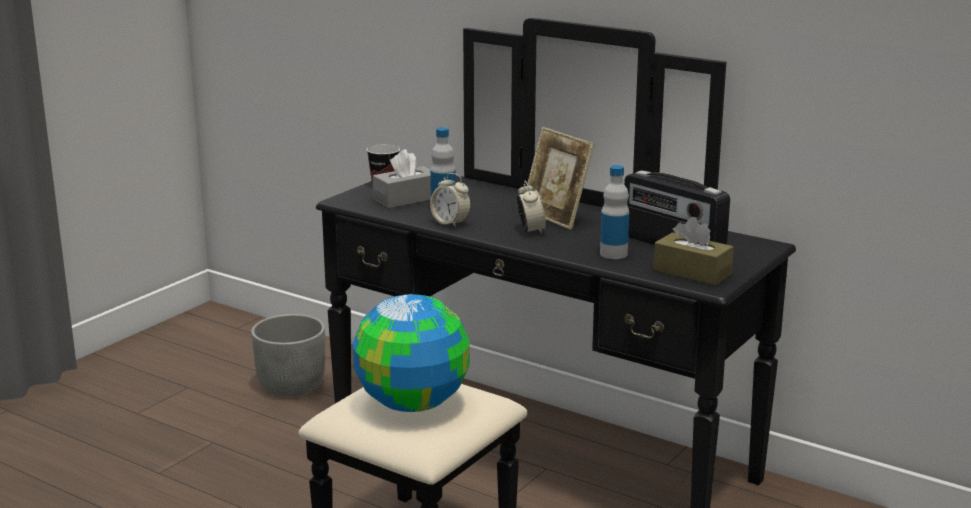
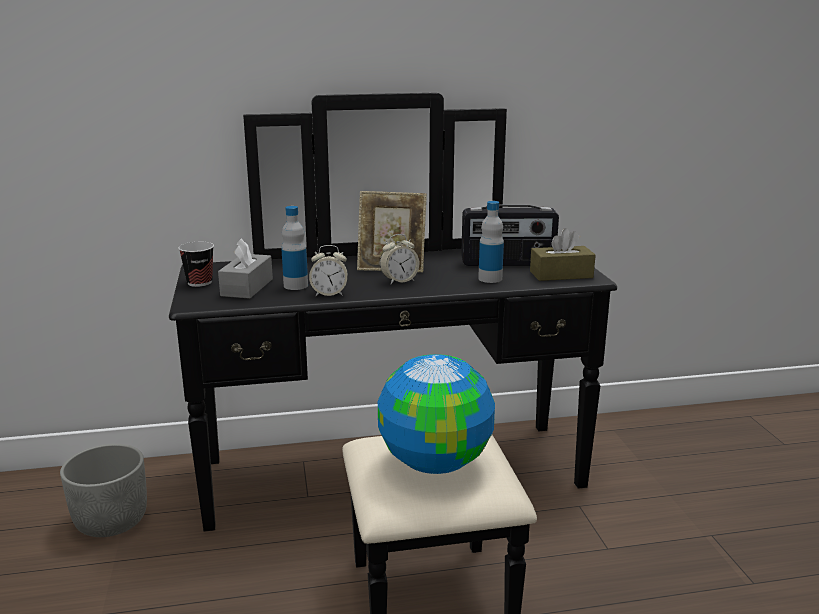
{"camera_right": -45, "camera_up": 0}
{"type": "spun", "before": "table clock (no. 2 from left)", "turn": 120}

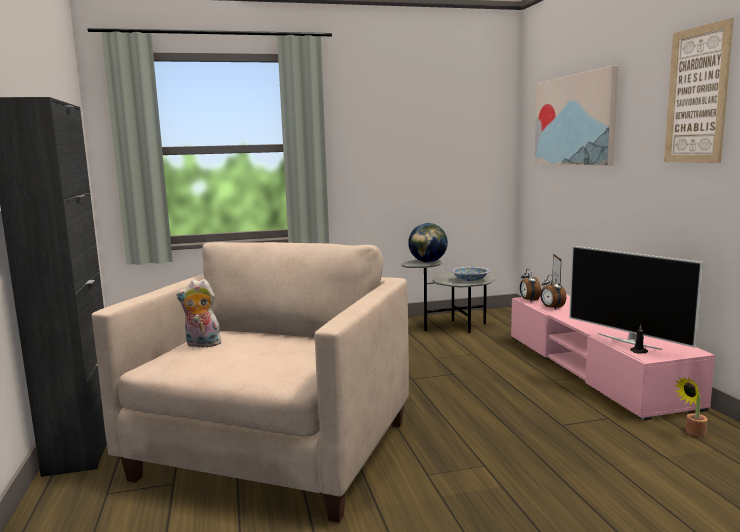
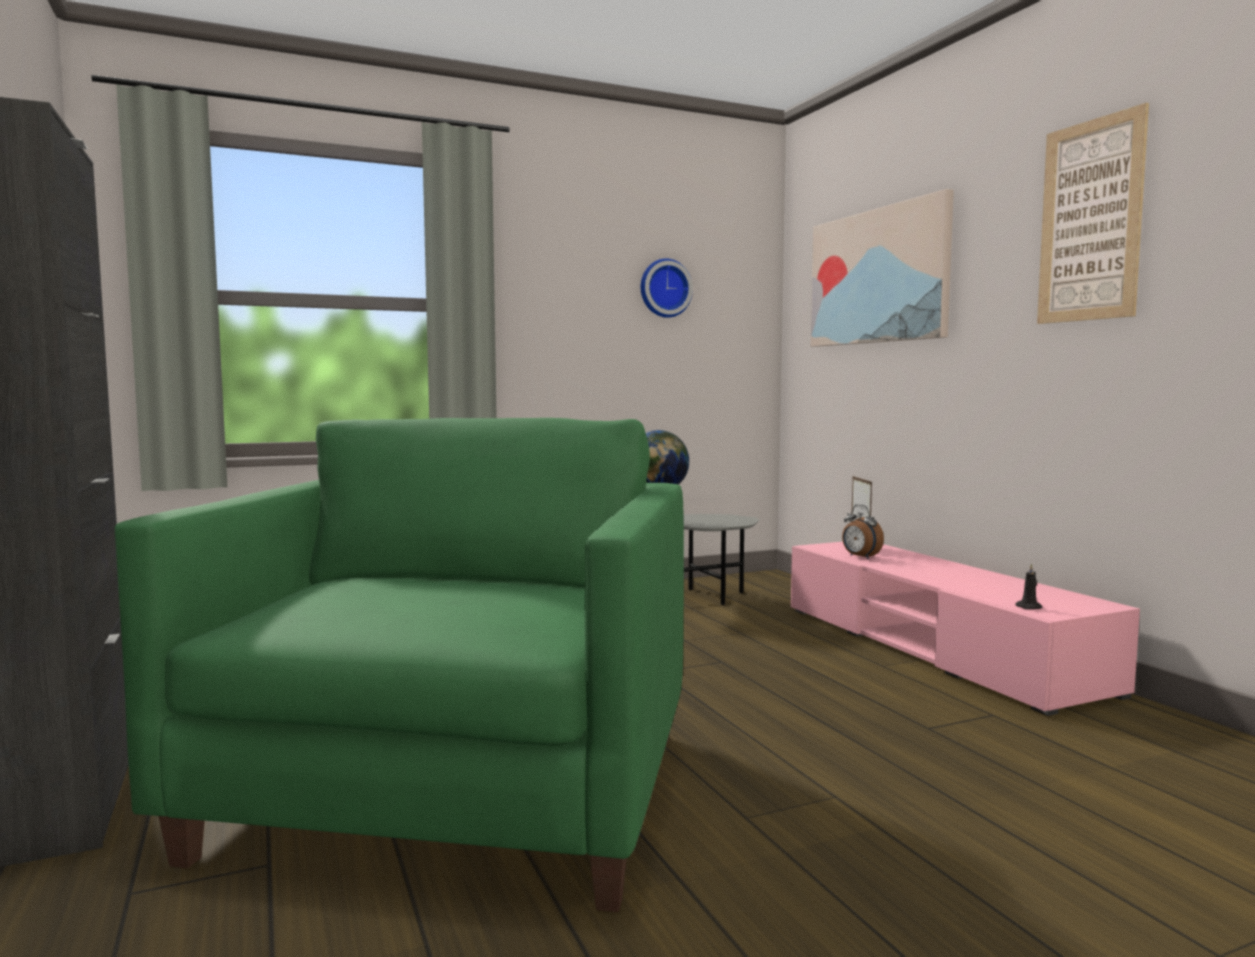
{"camera_right": -10, "camera_up": -5}
{"type": "colour", "before": "beige-coloured lounge chair", "after": "green lounge chair"}
{"type": "appeared", "after": "clock on the wall"}
{"type": "missing", "before": "soft toy"}
{"type": "missing", "before": "bowl"}
{"type": "missing", "before": "table clock (no. 1 from left)"}
{"type": "missing", "before": "television"}
{"type": "missing", "before": "plant in a pot"}

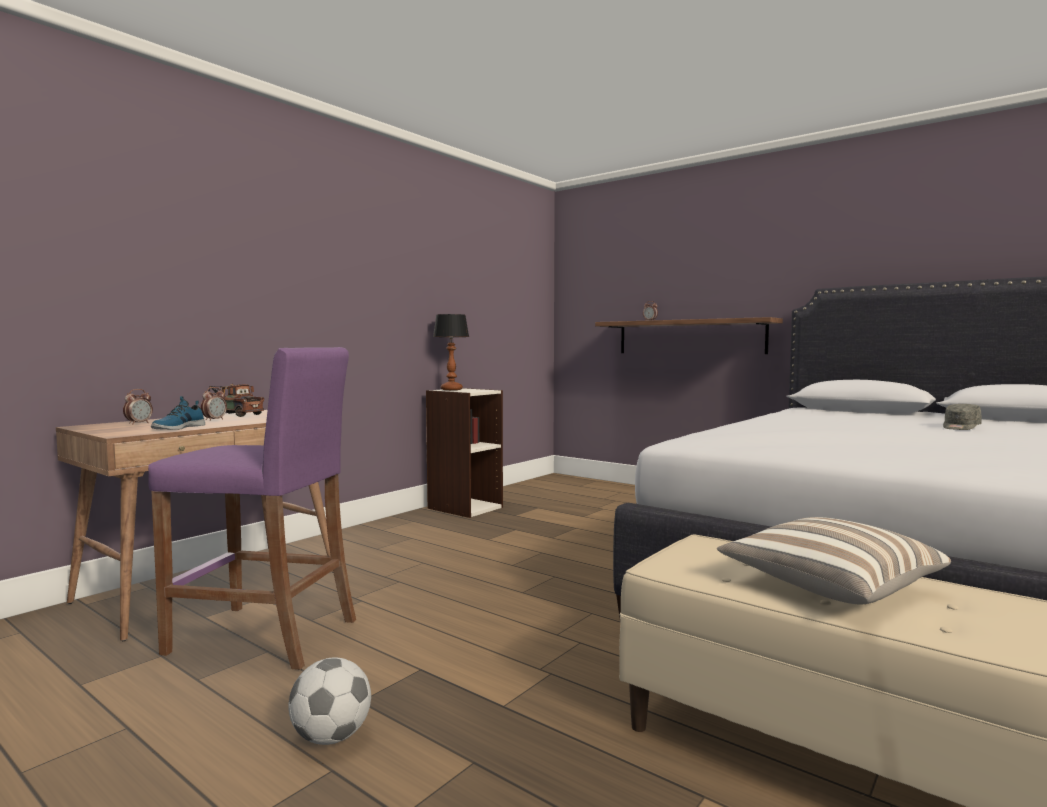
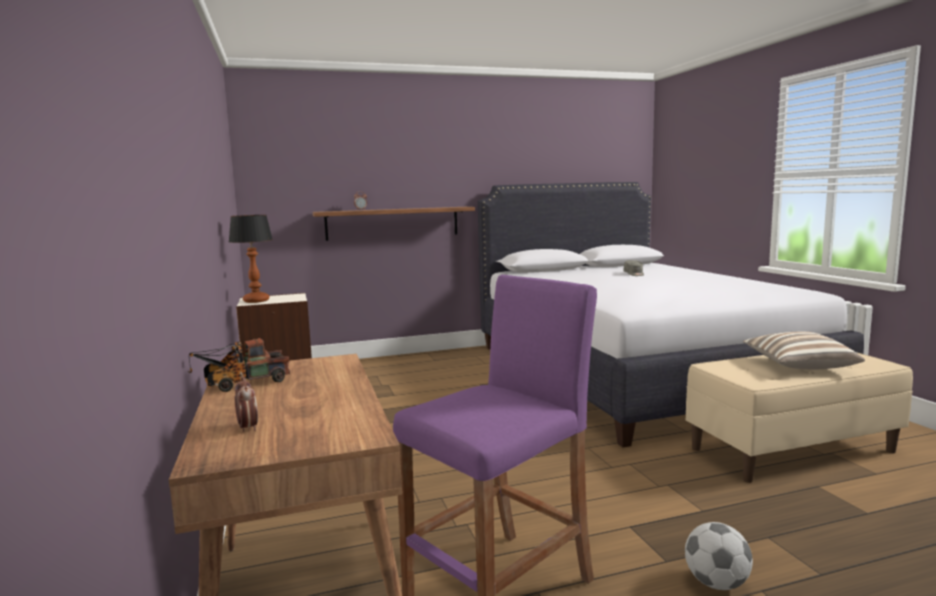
{"camera_right": -55, "camera_up": 5}
{"type": "missing", "before": "low shoe"}
{"type": "missing", "before": "table clock (no. 2 from left)"}

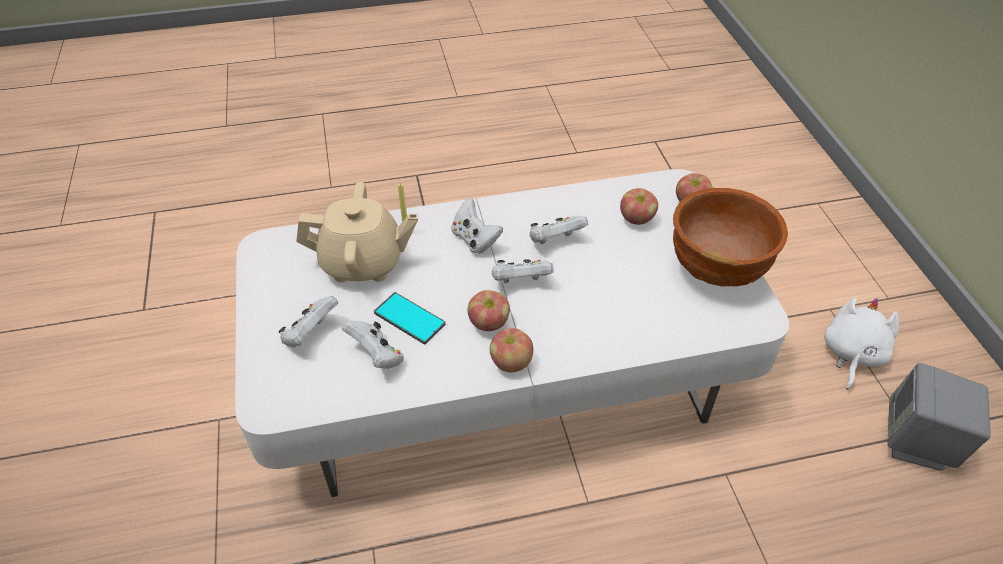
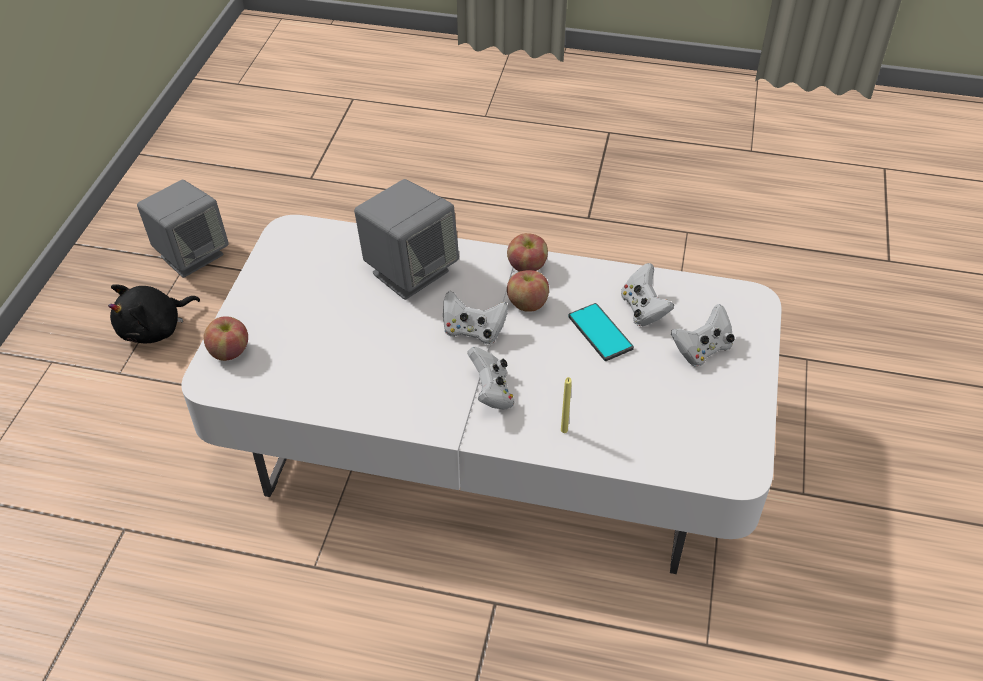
{"camera_right": -155, "camera_up": 0}
{"type": "colour", "before": "whitish soft toy", "after": "black-coloured soft toy"}
{"type": "appeared", "after": "grey loudspeaker (no. 2 from left)"}
{"type": "missing", "before": "beige-coloured tea pot"}
{"type": "missing", "before": "whitish game controller (no. 5 from left)"}
{"type": "missing", "before": "whole apple (no. 3 from left)"}
{"type": "missing", "before": "brown bowl"}

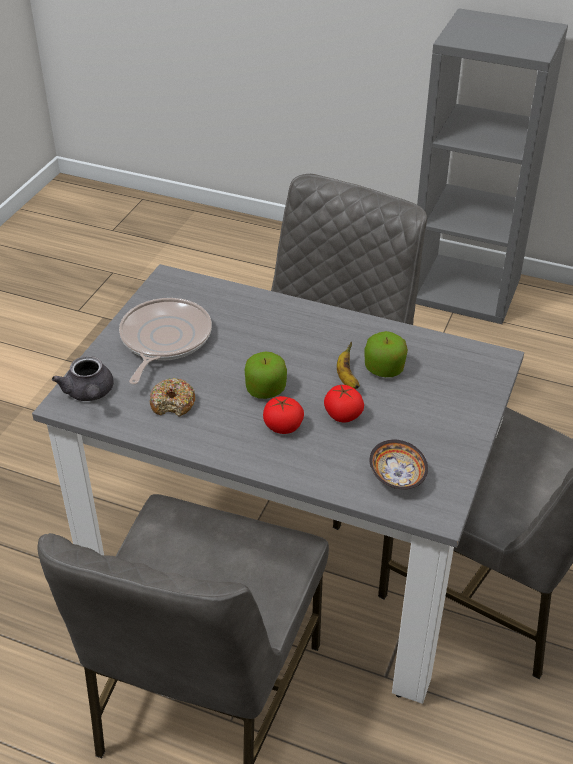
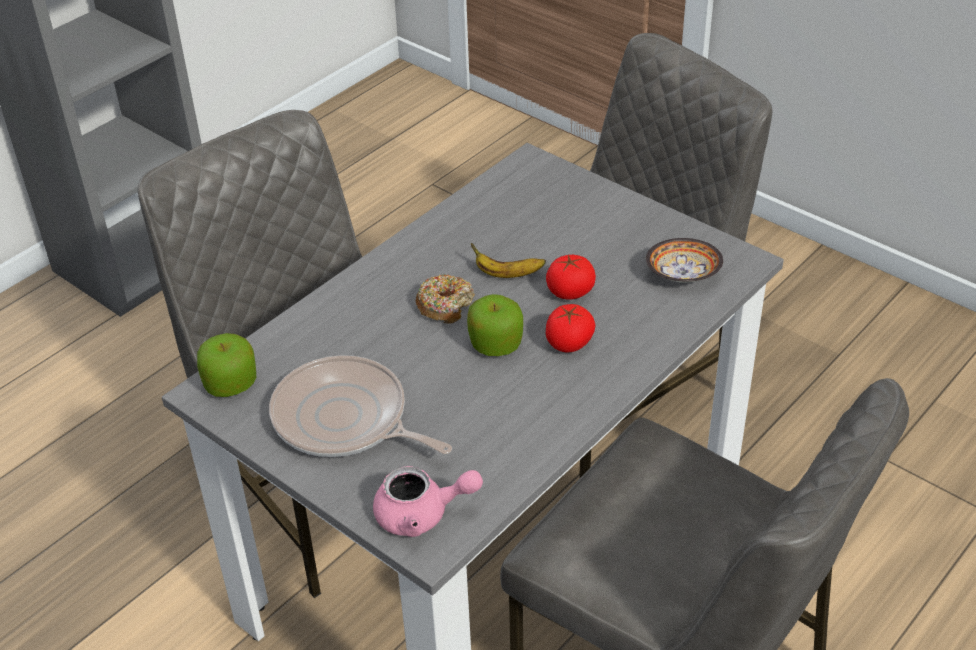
{"camera_right": -70, "camera_up": 0}
{"type": "relocated", "before": "whole apple (no. 2 from left in the first image)", "after": "whole apple (no. 1 from left)"}
{"type": "colour", "before": "grey tea pot", "after": "pink tea pot"}
{"type": "relocated", "before": "ring doughnut"}

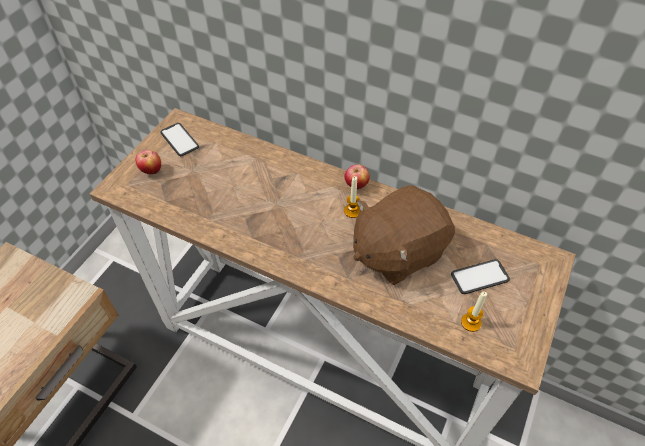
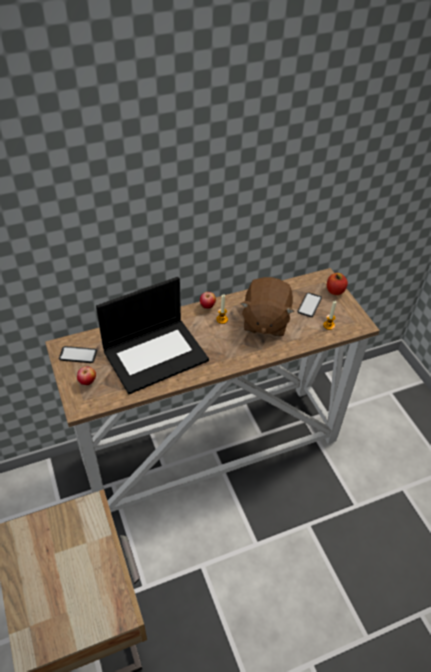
{"camera_right": -50, "camera_up": -5}
{"type": "appeared", "after": "portable computer"}
{"type": "appeared", "after": "whole apple (no. 3 from left)"}

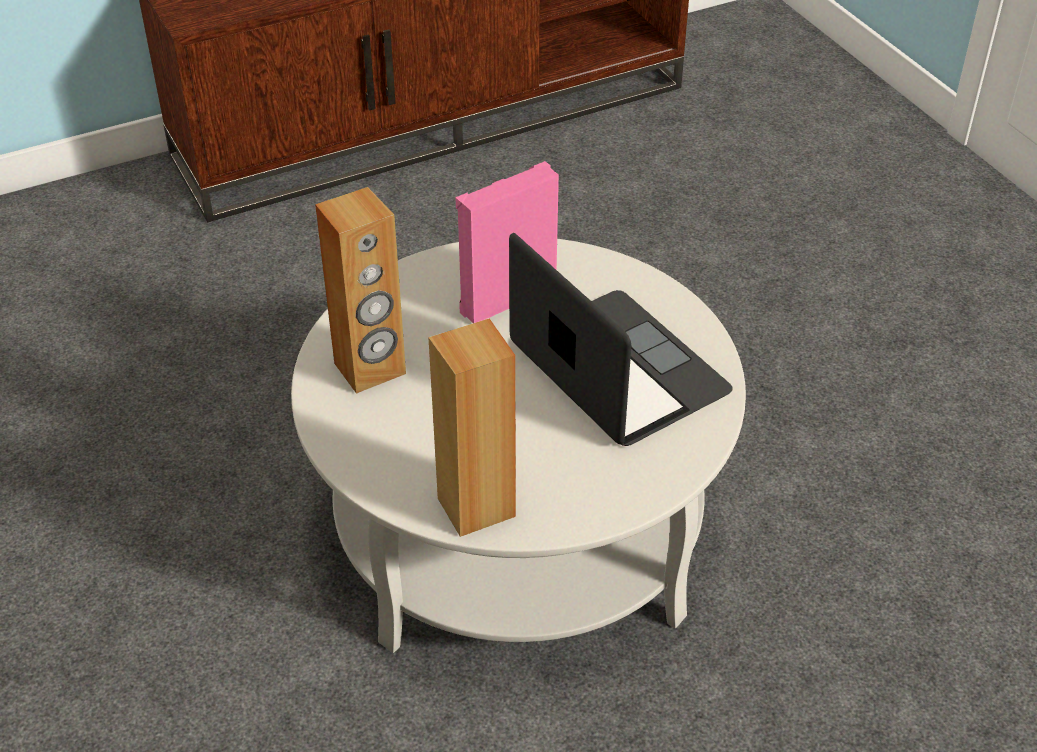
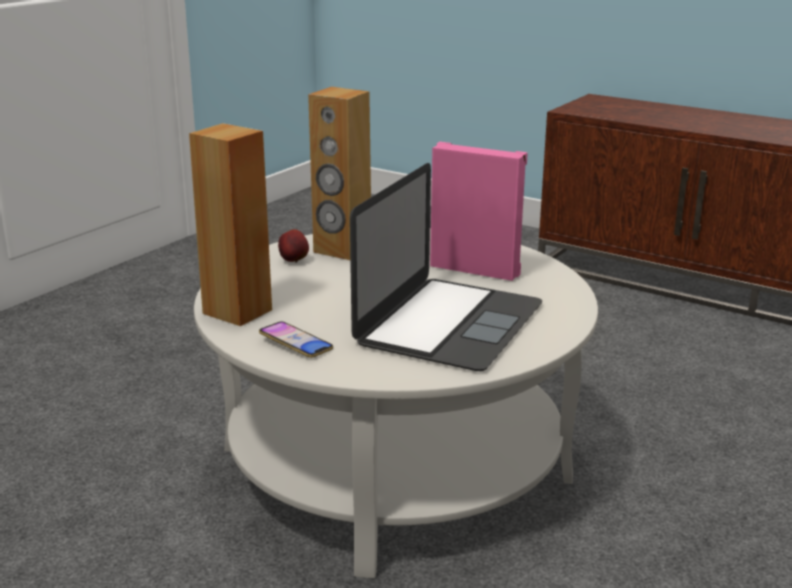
{"camera_right": 60, "camera_up": -20}
{"type": "appeared", "after": "telephone"}
{"type": "appeared", "after": "whole apple"}

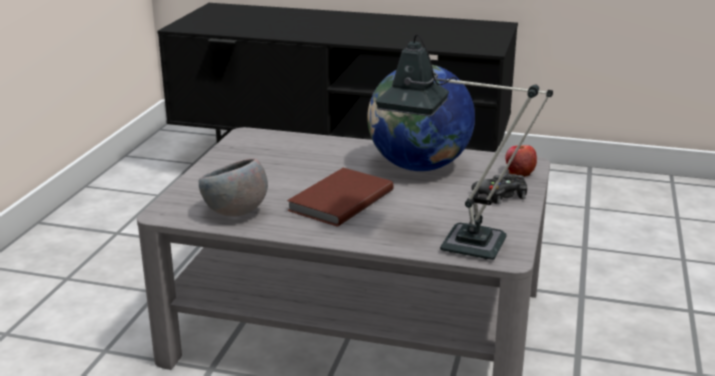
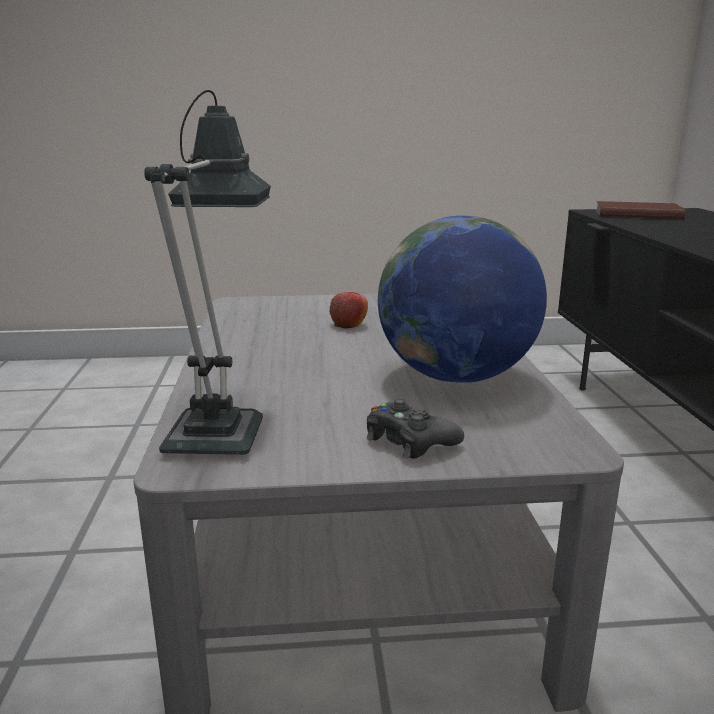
{"camera_right": 70, "camera_up": -5}
{"type": "relocated", "before": "whole apple"}
{"type": "relocated", "before": "brown bound book"}
{"type": "missing", "before": "grey bowl"}

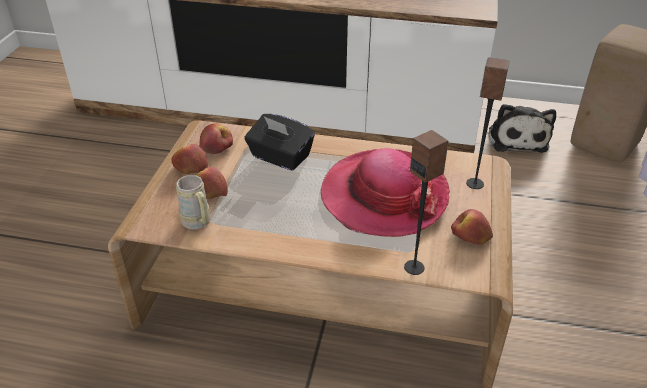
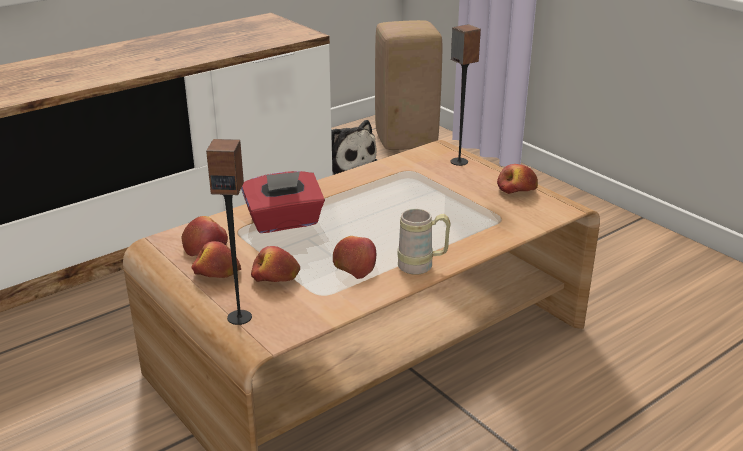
{"camera_right": -50, "camera_up": -10}
{"type": "relocated", "before": "loudspeaker (no. 1 from left)"}
{"type": "colour", "before": "black-coloured box of tissues", "after": "red box of tissues"}
{"type": "appeared", "after": "whole apple (no. 4 from left)"}
{"type": "relocated", "before": "beige-coloured tea mug"}
{"type": "missing", "before": "clothing hat"}

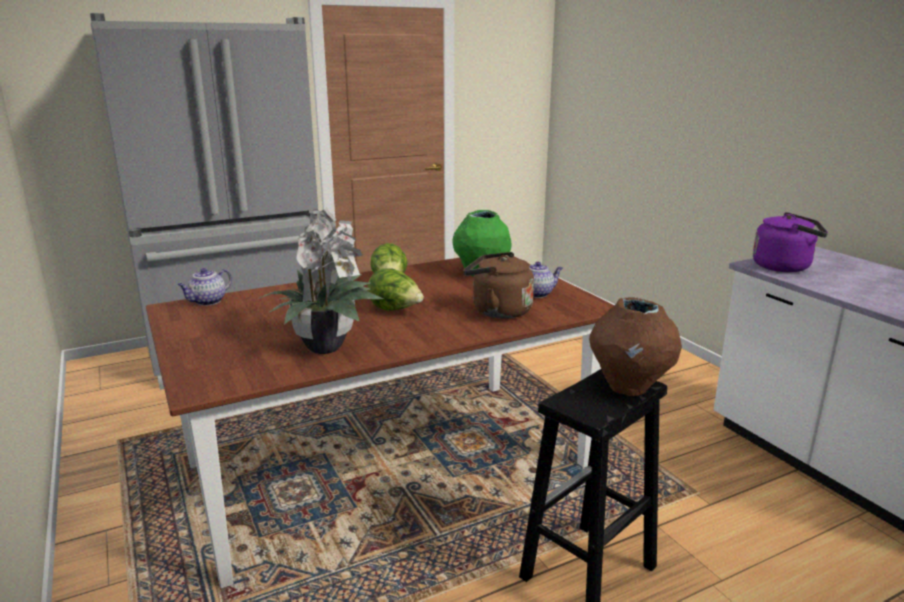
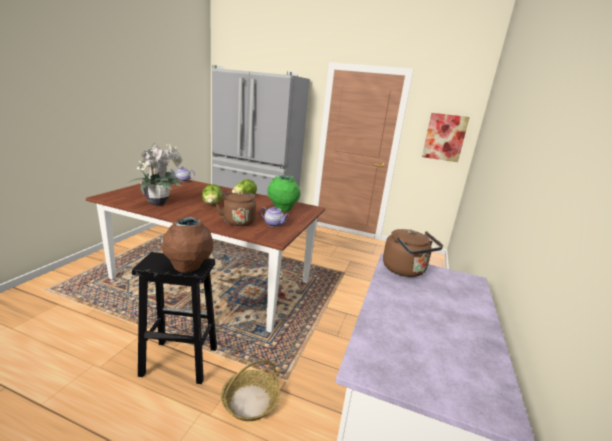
{"camera_right": 45, "camera_up": 0}
{"type": "appeared", "after": "storage basket"}
{"type": "colour", "before": "purple-coloured tea kettle", "after": "brown tea kettle (no. 2 from left)"}
{"type": "appeared", "after": "wall art"}

